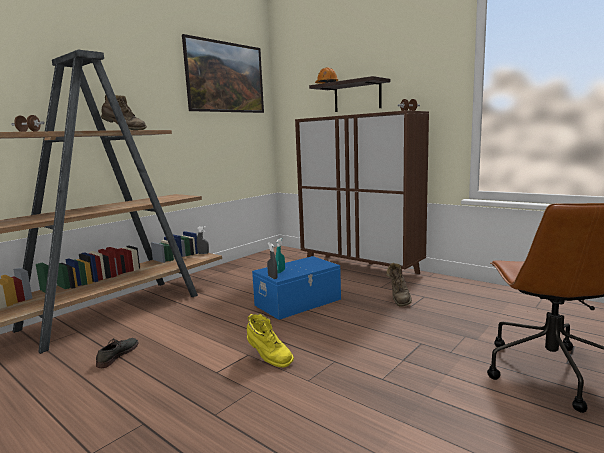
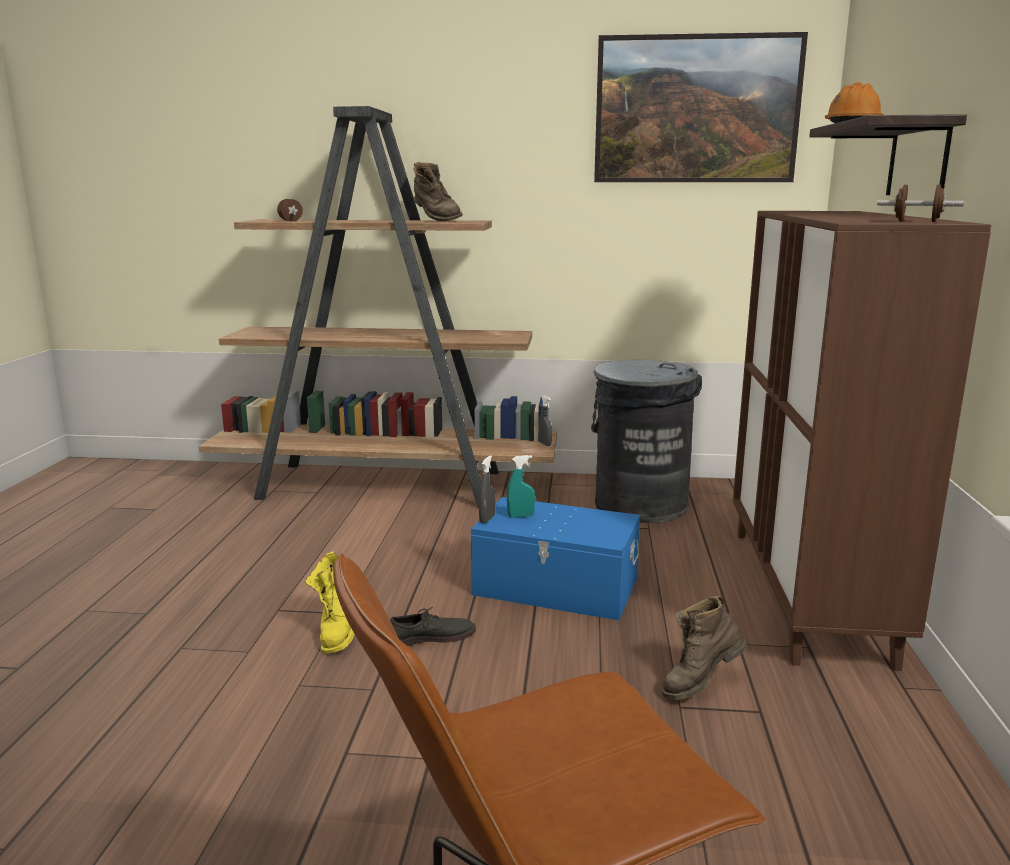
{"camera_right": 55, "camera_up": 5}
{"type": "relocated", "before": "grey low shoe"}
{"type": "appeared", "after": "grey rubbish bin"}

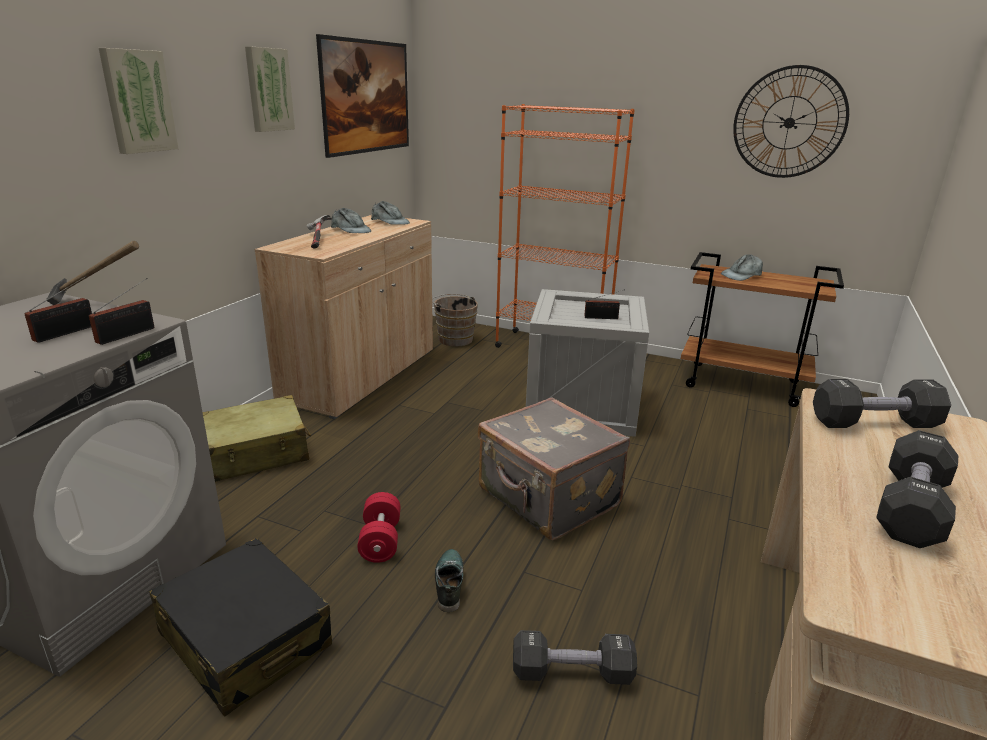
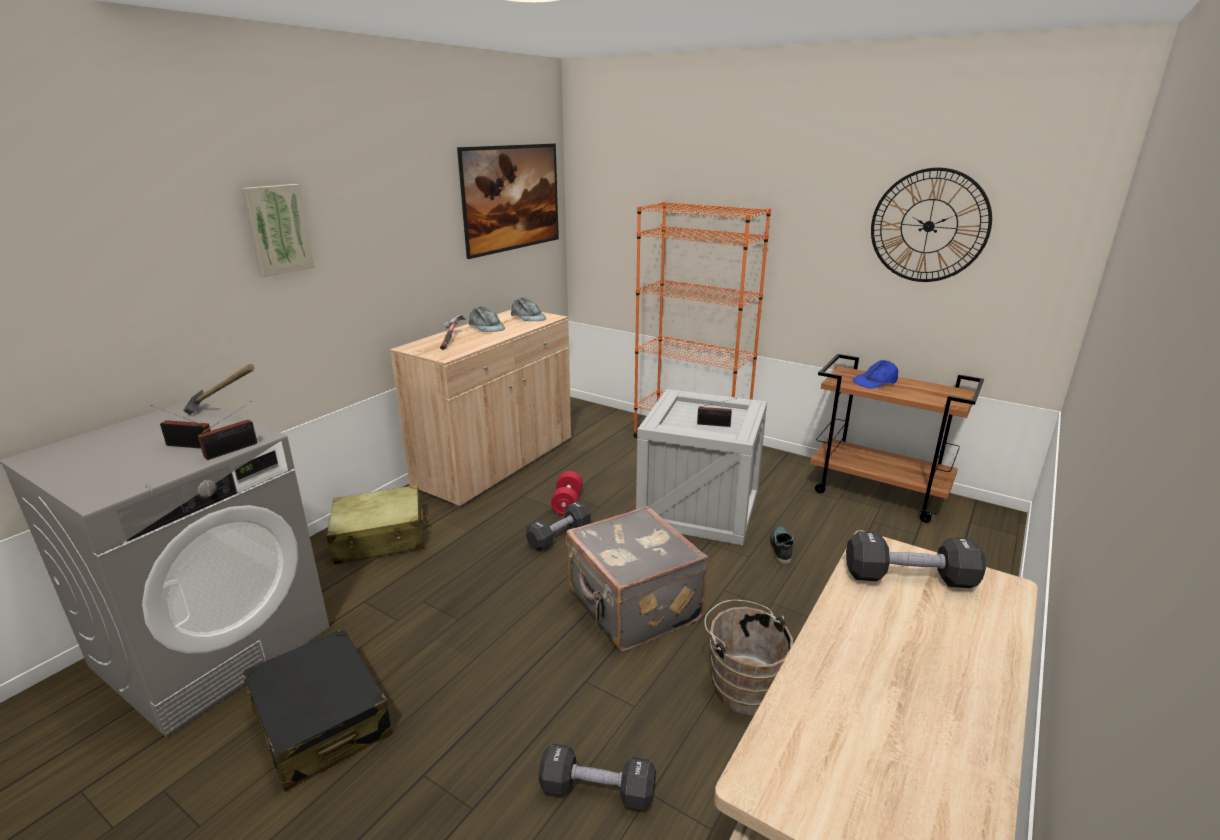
{"camera_right": 10, "camera_up": 0}
{"type": "spun", "before": "radio set (no. 1 from left)", "turn": -120}
{"type": "relocated", "before": "black-coloured dumbbell (no. 3 from left in the first image)", "after": "black-coloured dumbbell (no. 1 from left)"}
{"type": "relocated", "before": "red dumbbell"}
{"type": "relocated", "before": "brown water bucket"}
{"type": "relocated", "before": "low shoe"}
{"type": "colour", "before": "grey peaked cap (no. 3 from left)", "after": "blue peaked cap"}
{"type": "missing", "before": "wall art (no. 2 from left)"}

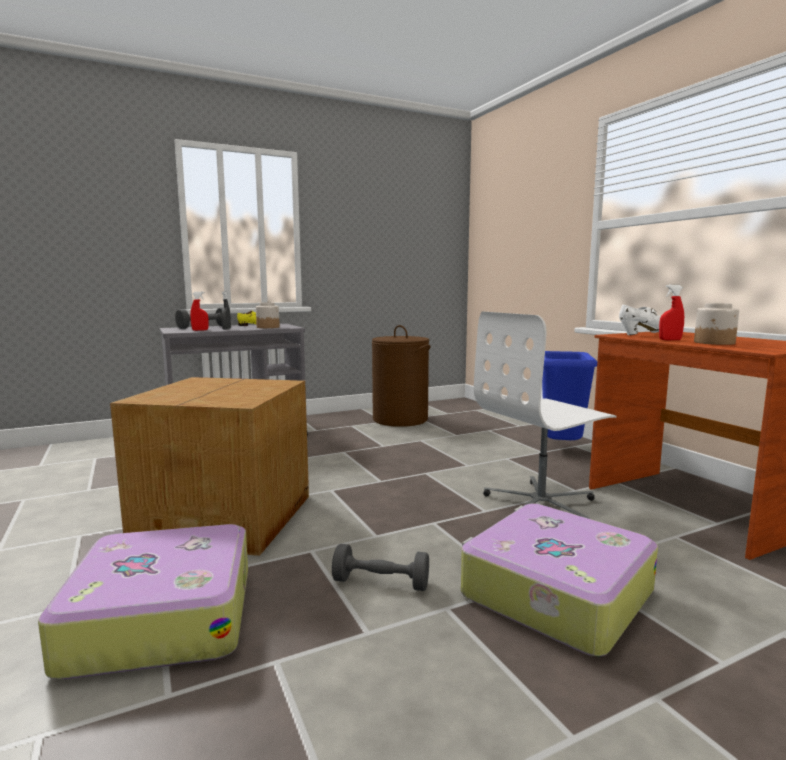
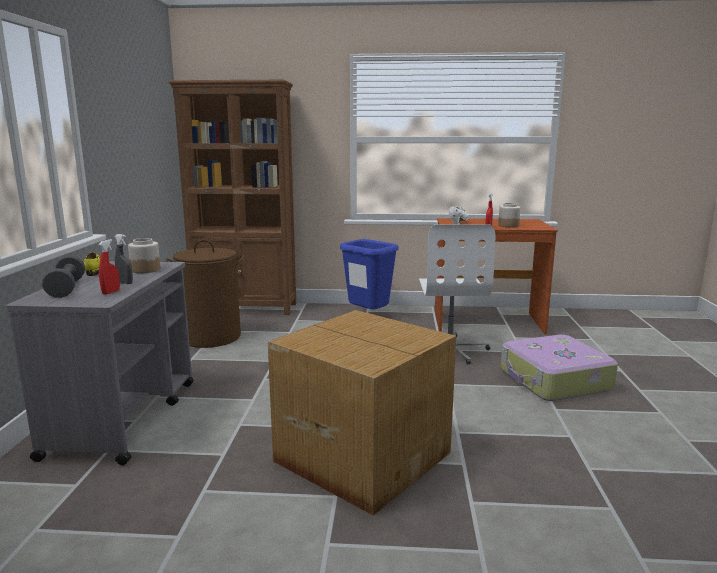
{"camera_right": -60, "camera_up": 5}
{"type": "appeared", "after": "brown bookshelf"}
{"type": "missing", "before": "suitcase (no. 1 from left)"}
{"type": "missing", "before": "grey dumbbell (no. 2 from left)"}

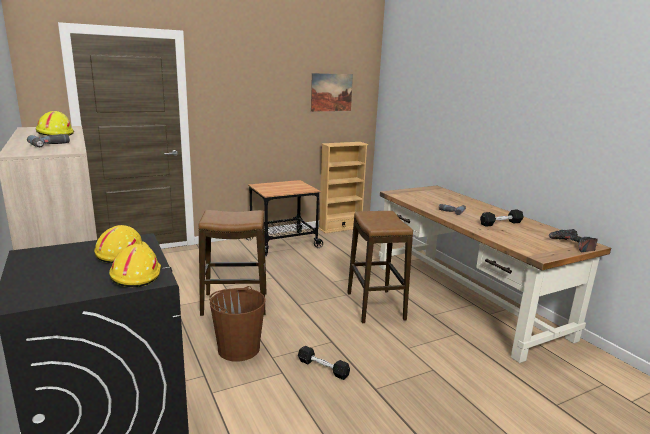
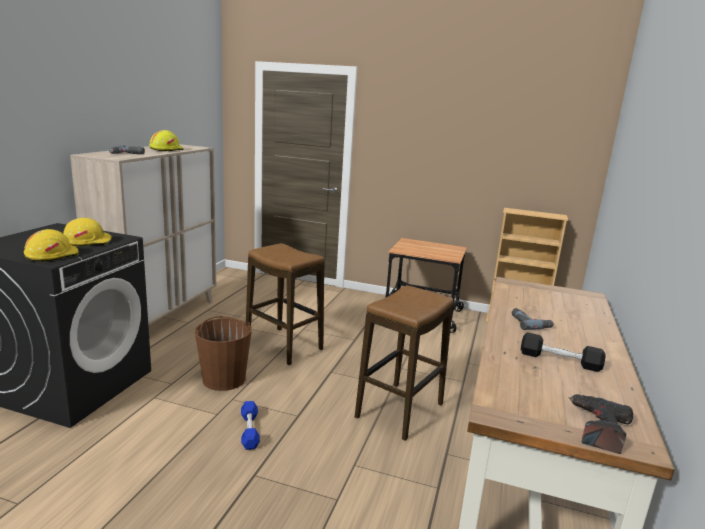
{"camera_right": 45, "camera_up": 0}
{"type": "colour", "before": "black-coloured dumbbell (no. 1 from left)", "after": "blue dumbbell"}
{"type": "missing", "before": "wall art"}

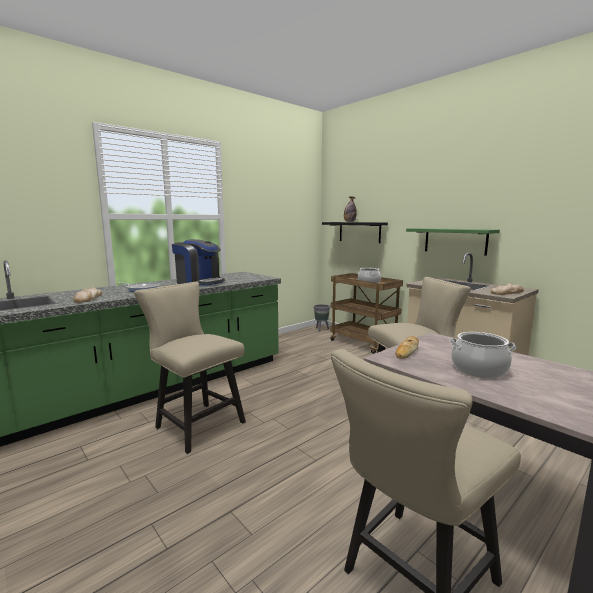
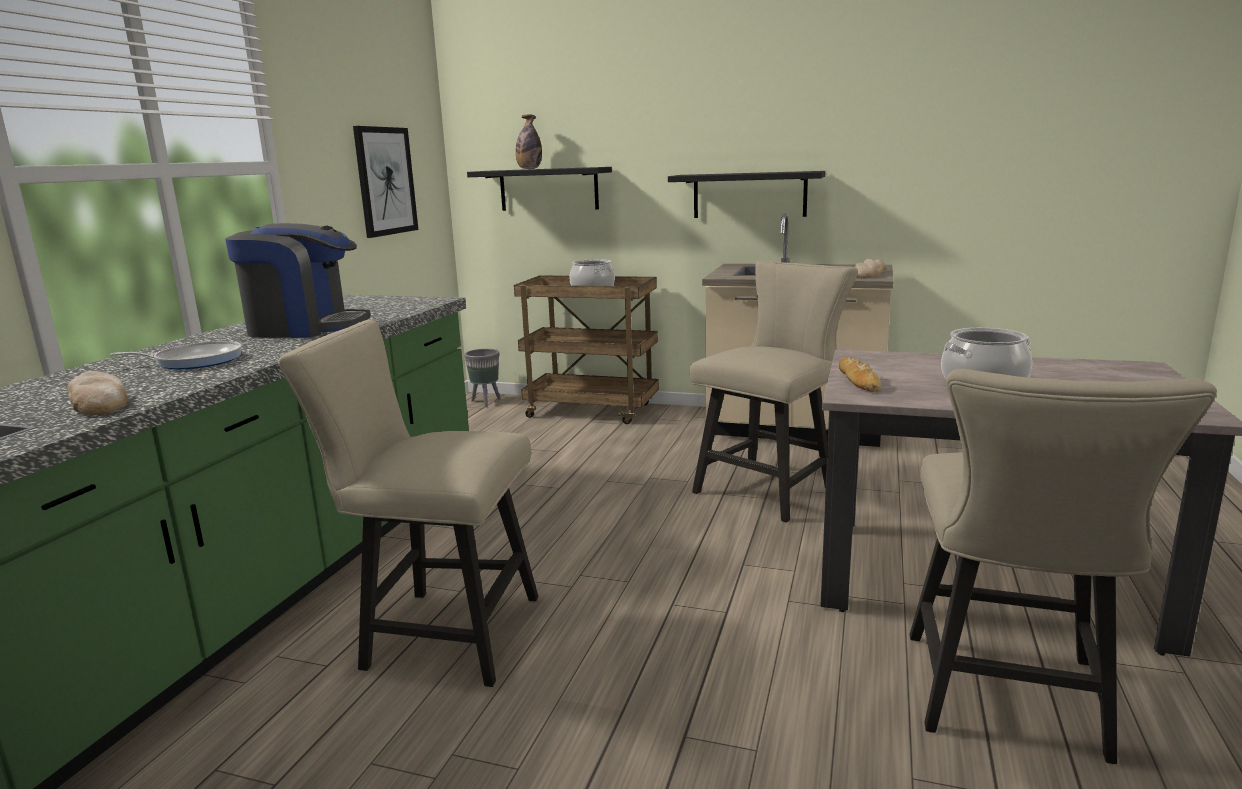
{"camera_right": -30, "camera_up": 5}
{"type": "appeared", "after": "wall art"}
{"type": "colour", "before": "green shelf", "after": "black-coloured shelf (no. 2 from left)"}

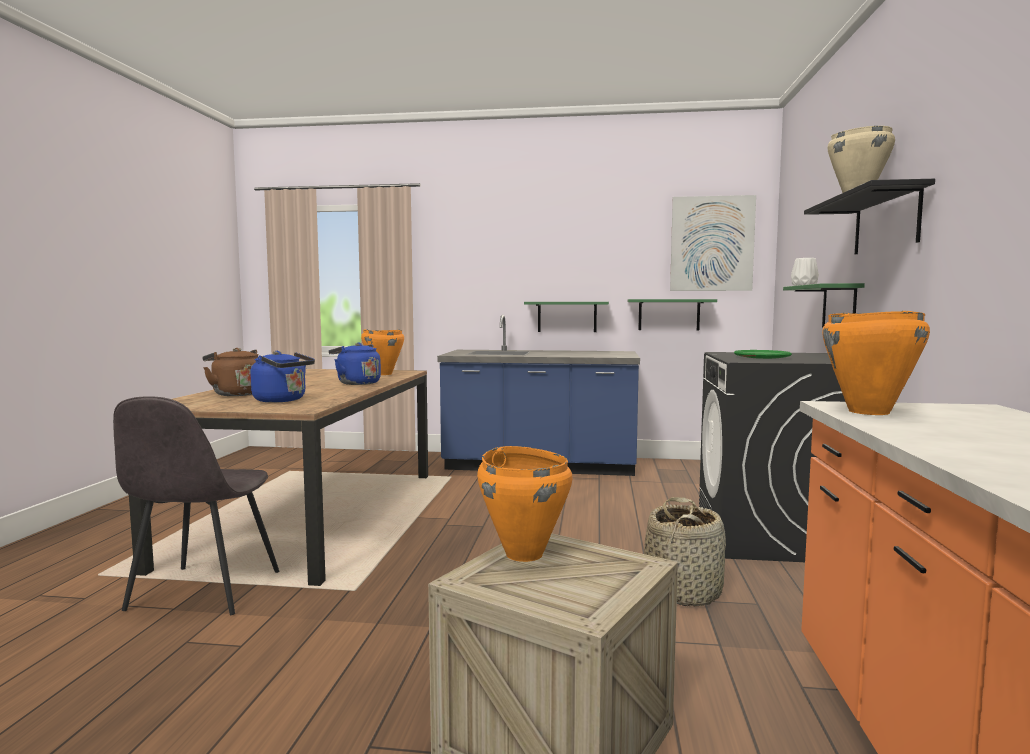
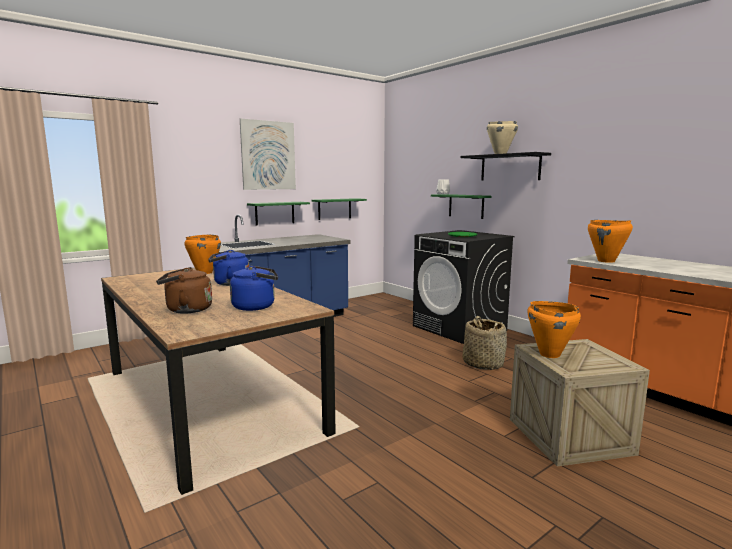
{"camera_right": -45, "camera_up": 5}
{"type": "relocated", "before": "wall art"}
{"type": "missing", "before": "grey plain chair"}

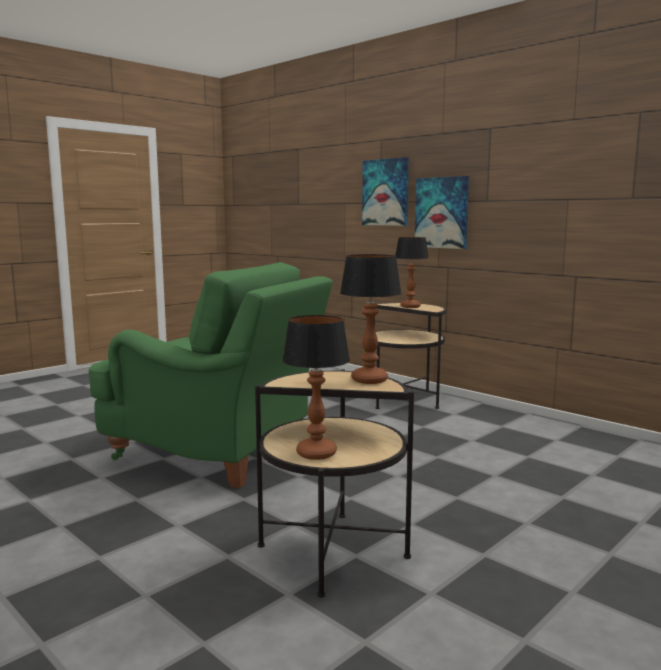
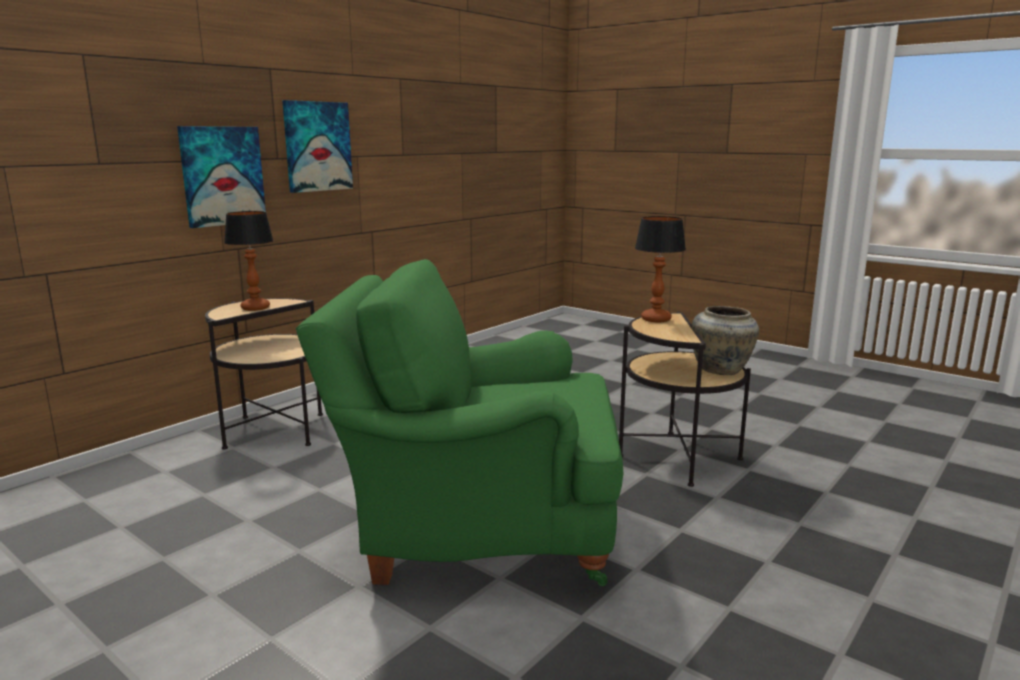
{"camera_right": -95, "camera_up": 5}
{"type": "relocated", "before": "wall art (no. 1 from left in the first image)", "after": "wall art (no. 2 from left)"}
{"type": "spun", "before": "green lounge chair", "turn": -105}
{"type": "exchanged", "before": "lamp for a table (no. 1 from left)", "after": "beige-coloured flower vase"}

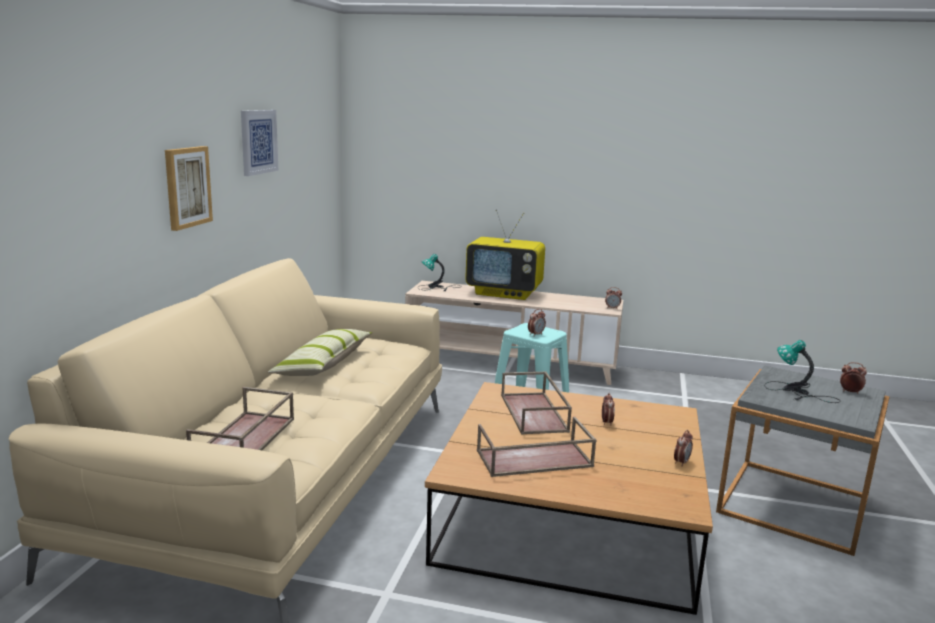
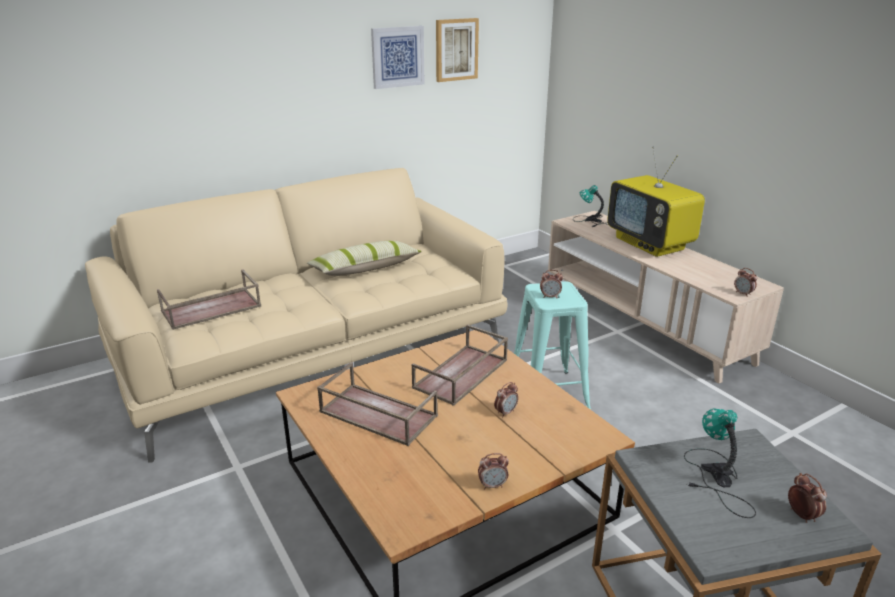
{"camera_right": 45, "camera_up": 10}
{"type": "relocated", "before": "wall art (no. 1 from left in the first image)", "after": "wall art (no. 2 from left)"}

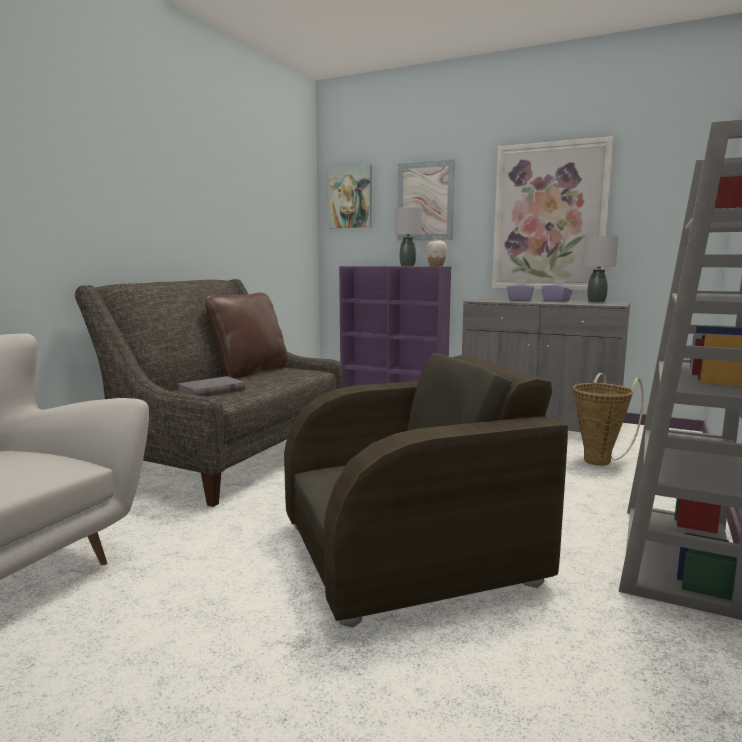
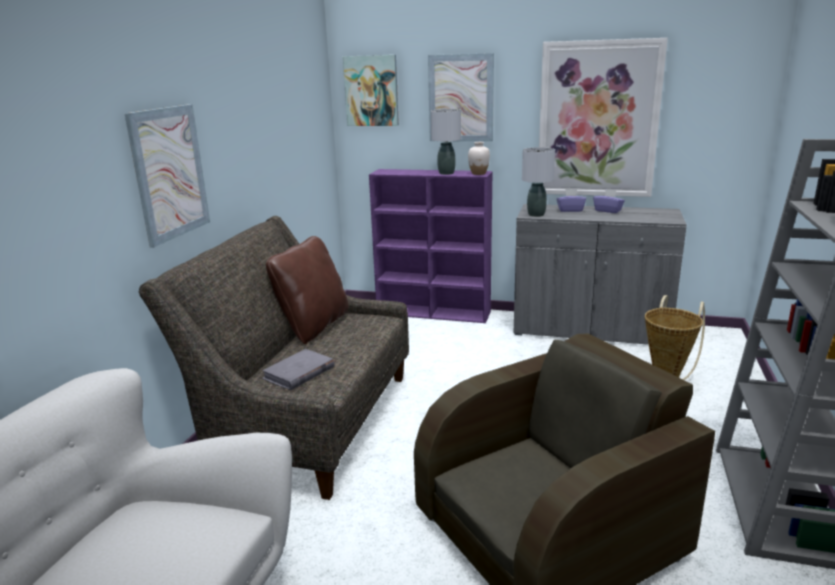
{"camera_right": -10, "camera_up": 10}
{"type": "appeared", "after": "wall art (no. 1 from left)"}
{"type": "relocated", "before": "grey lamp for a table (no. 2 from left)"}

